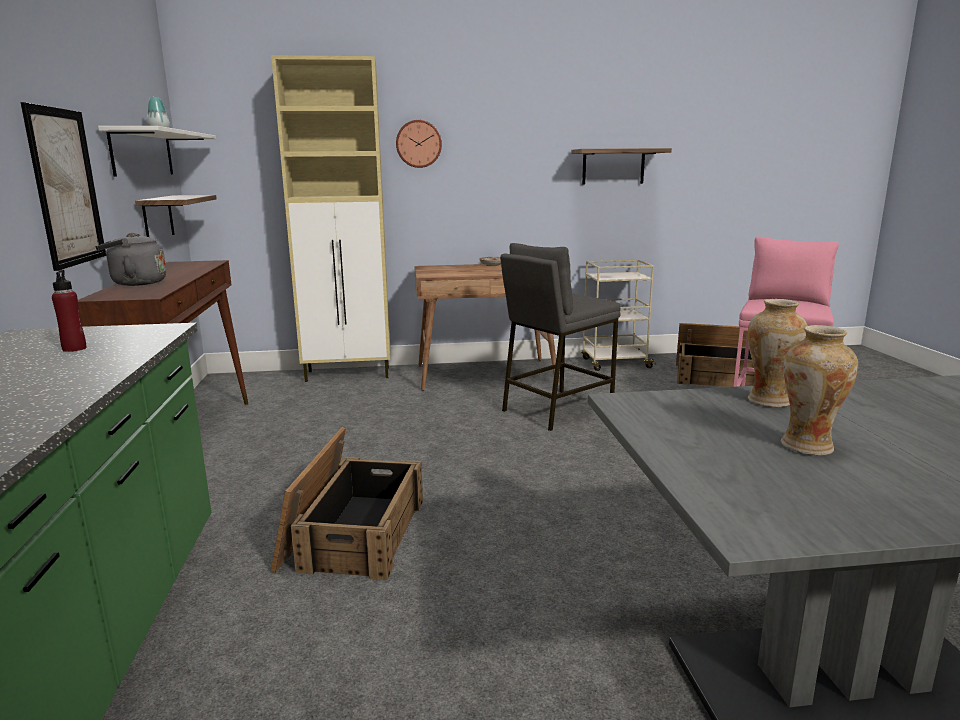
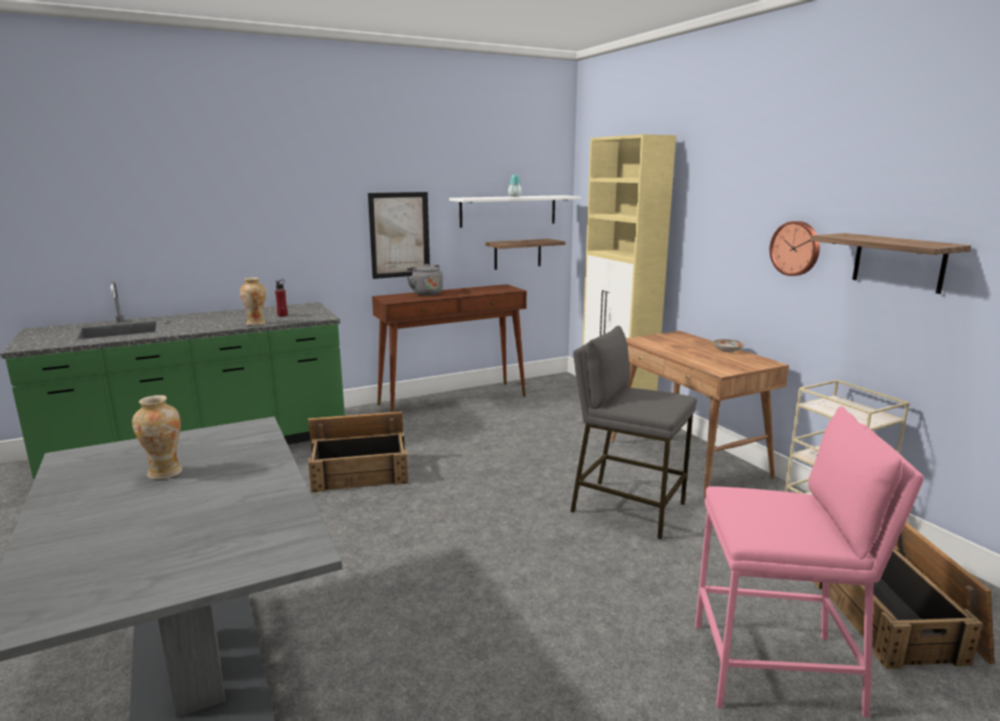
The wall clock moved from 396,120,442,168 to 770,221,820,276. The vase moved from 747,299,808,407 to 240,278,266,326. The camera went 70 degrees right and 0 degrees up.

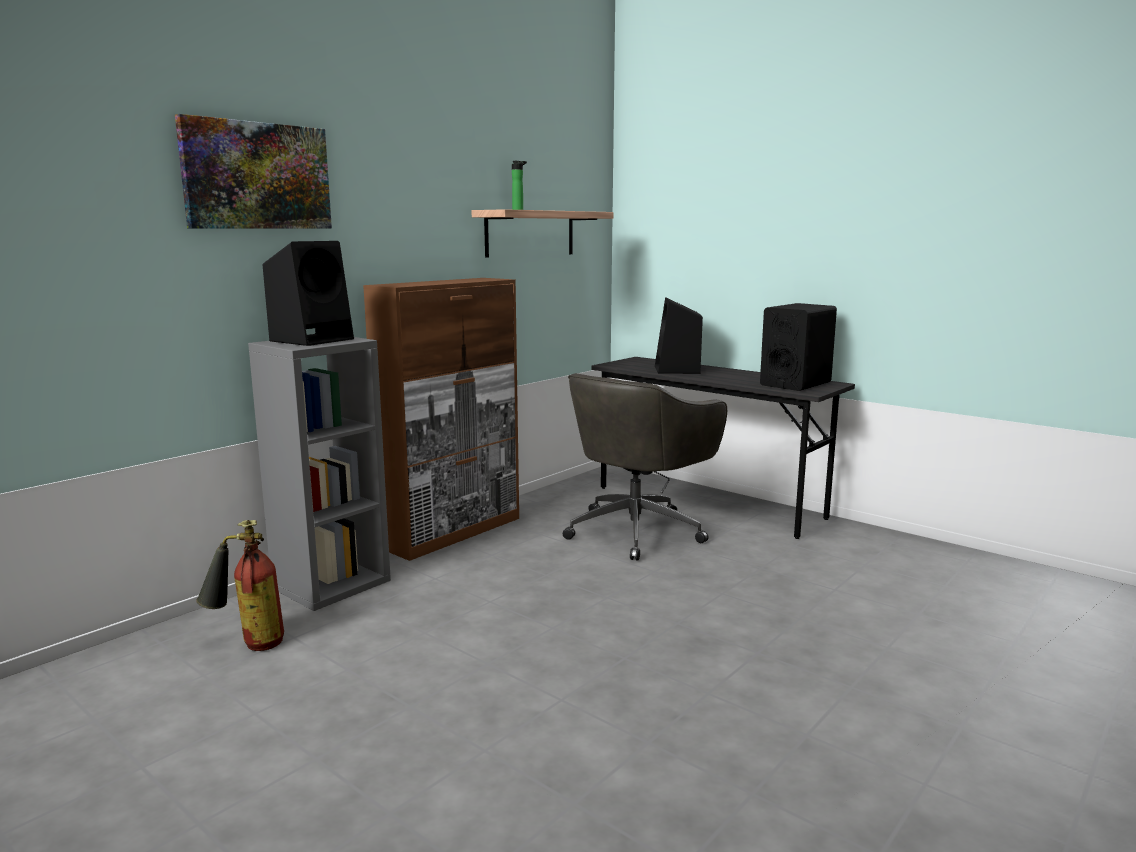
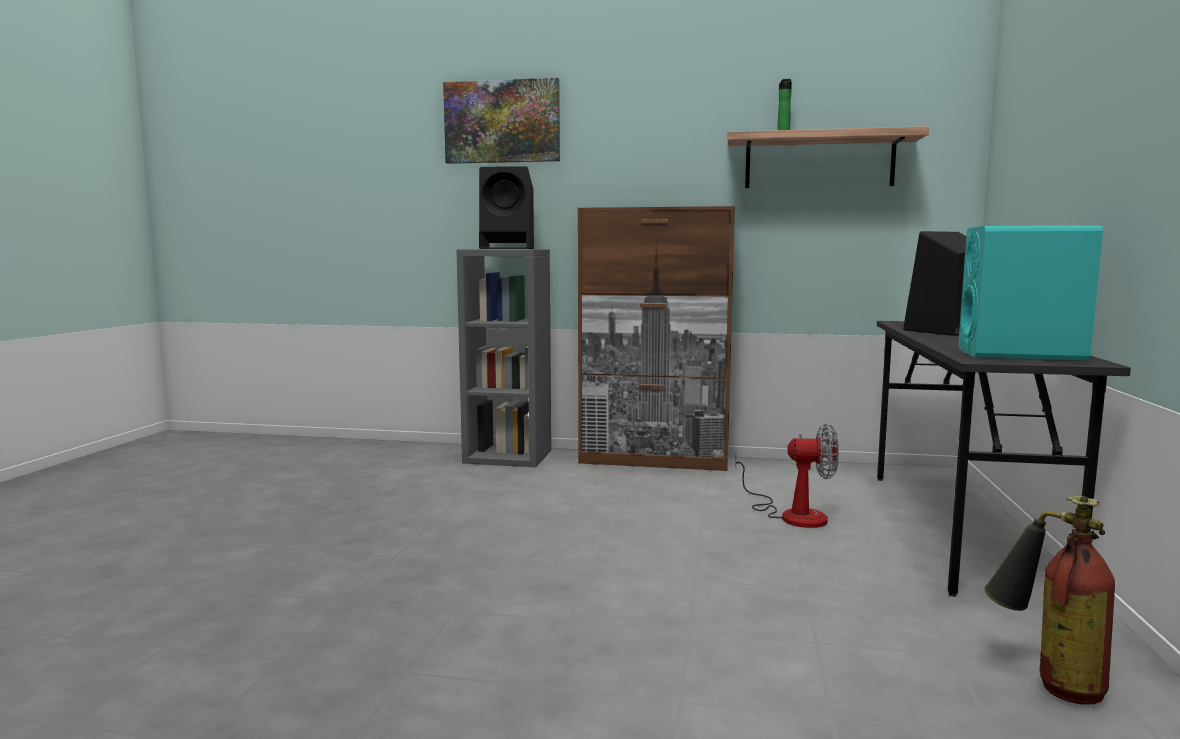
The speaker (black) at 760,303,837,391 became the speaker (turquoise) at 958,226,1103,360. The office chair (grey) at 563,373,727,561 was replaced by the fan at 735,423,839,528. The fire extinguisher moved from 196,520,284,651 to 985,496,1115,705. The camera went 60 degrees right and 5 degrees down.

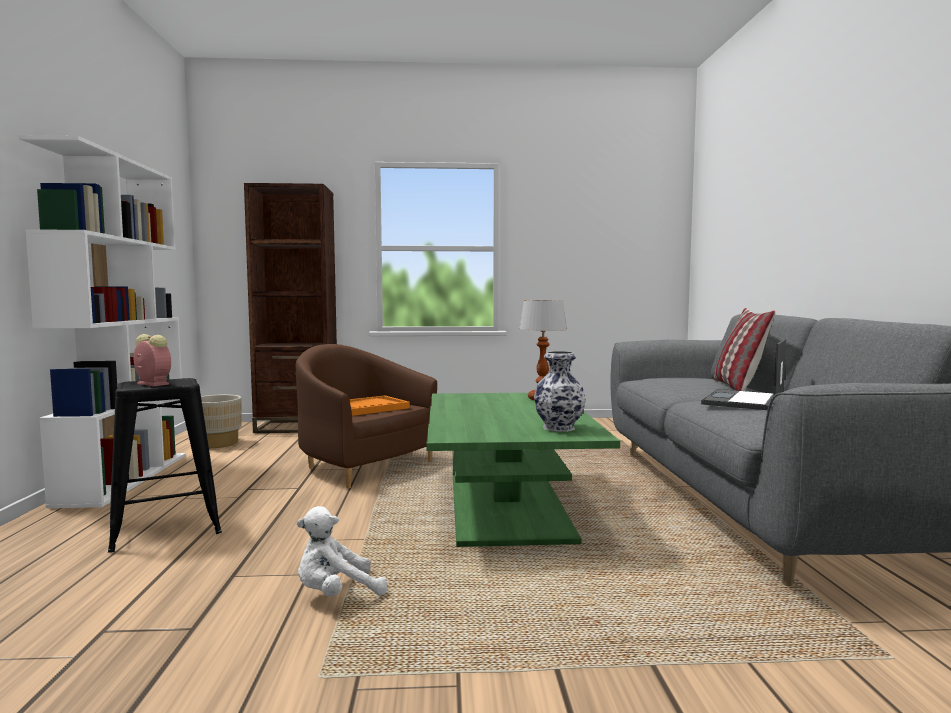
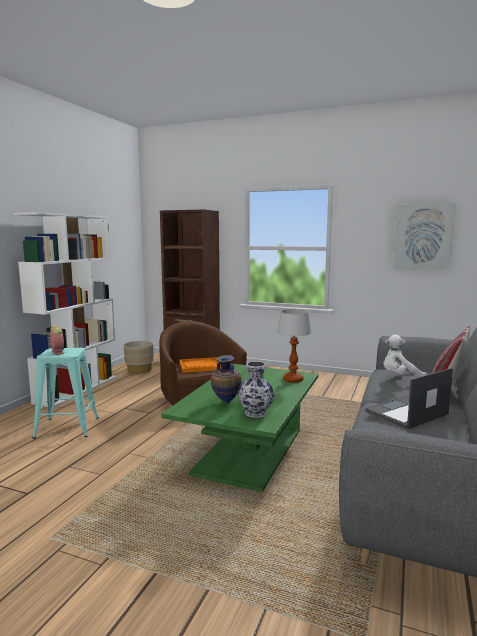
The stool (black) at 108,378,222,552 became the stool (turquoise) at 33,348,99,439. The plush toy (white) moved from 297,506,387,597 to 384,335,427,377. The picture at 393,203,456,270 appeared. The vase at 211,355,241,403 appeared. The camera went 25 degrees right and 5 degrees up.

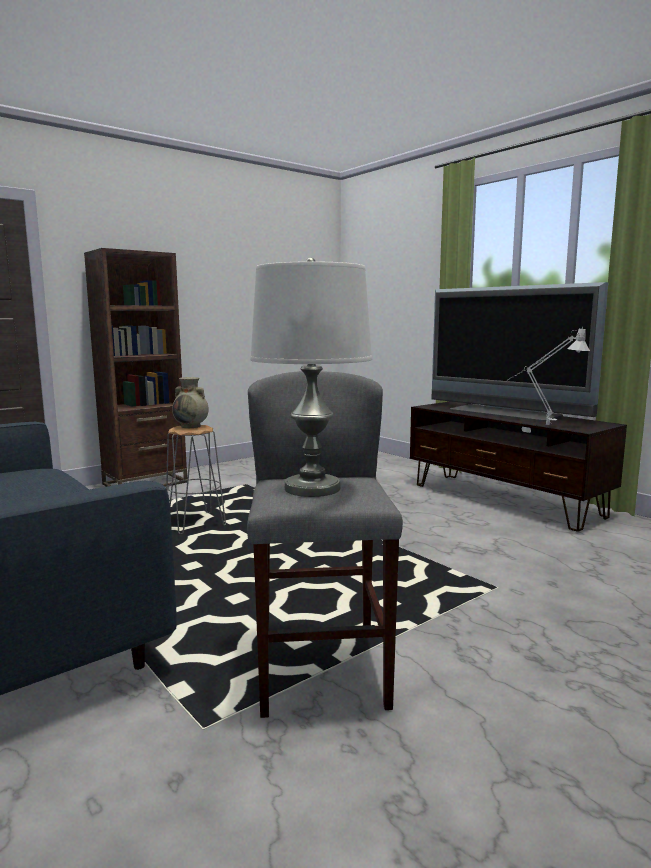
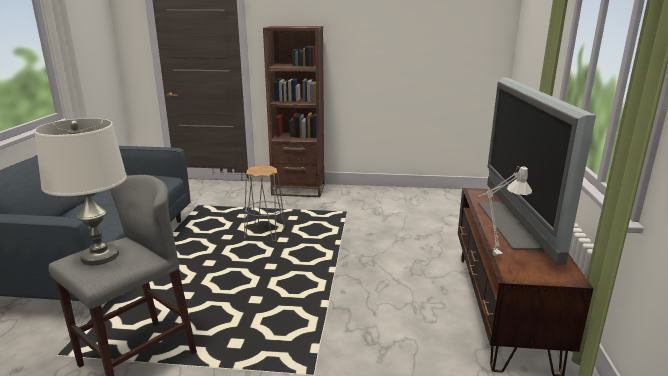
The vase (beige) at 172,377,208,428 disappeared. The camera went 45 degrees right and 10 degrees up.

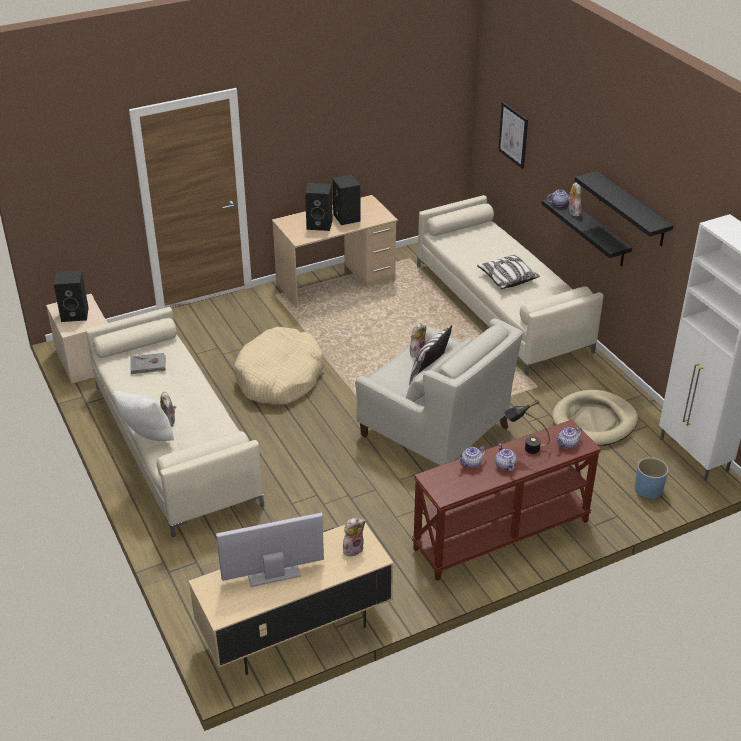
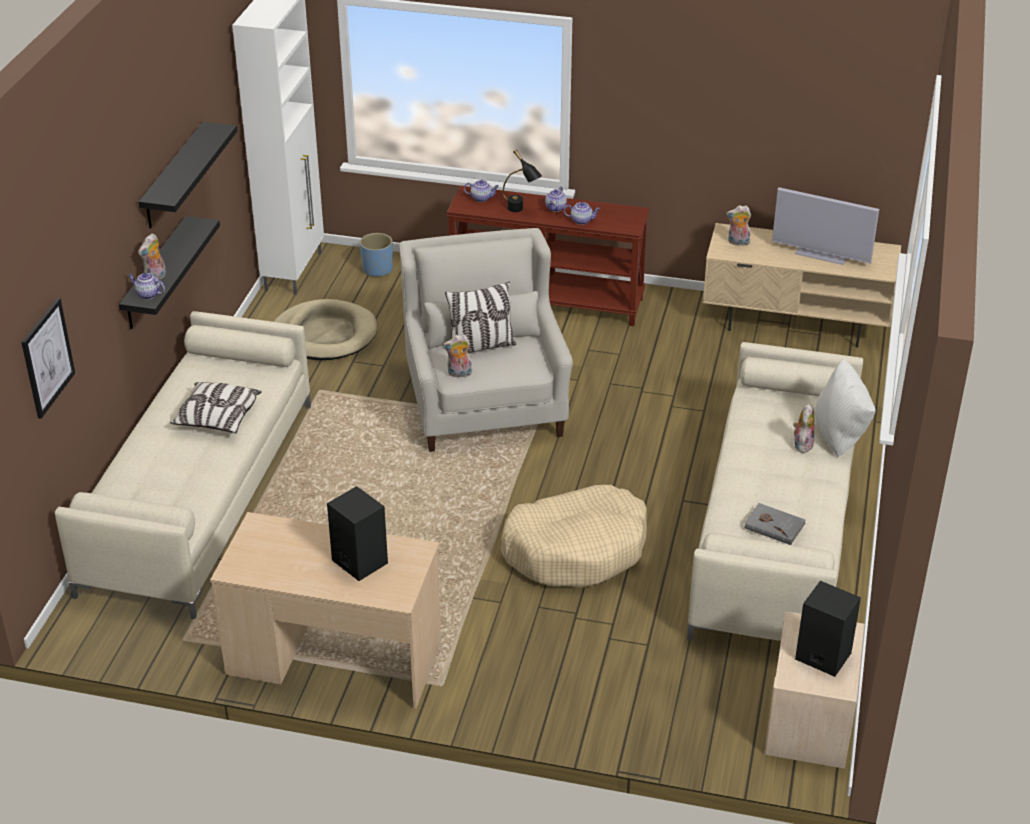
The speaker (black) at 332,175,361,225 disappeared. The camera went 140 degrees left and 0 degrees up.

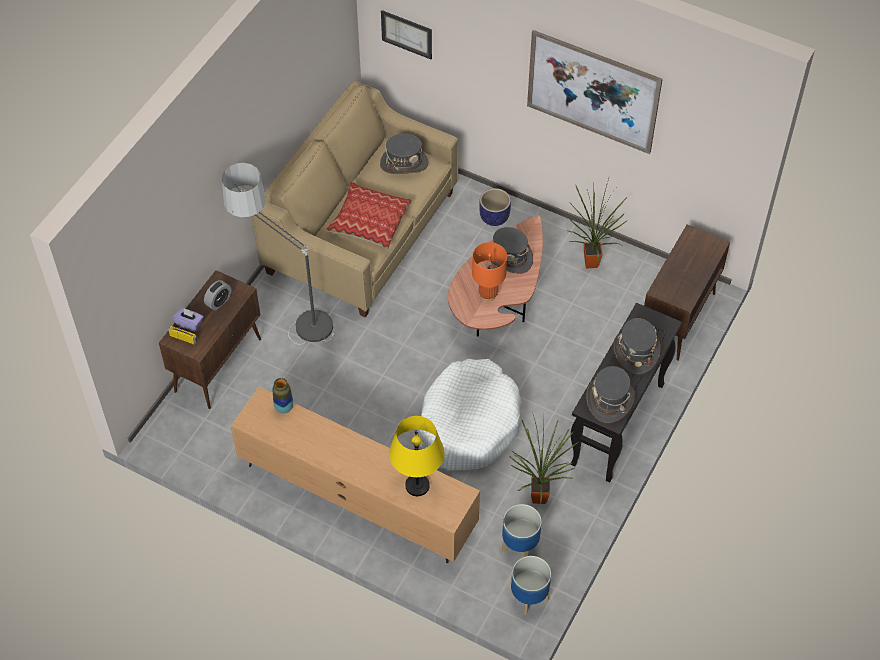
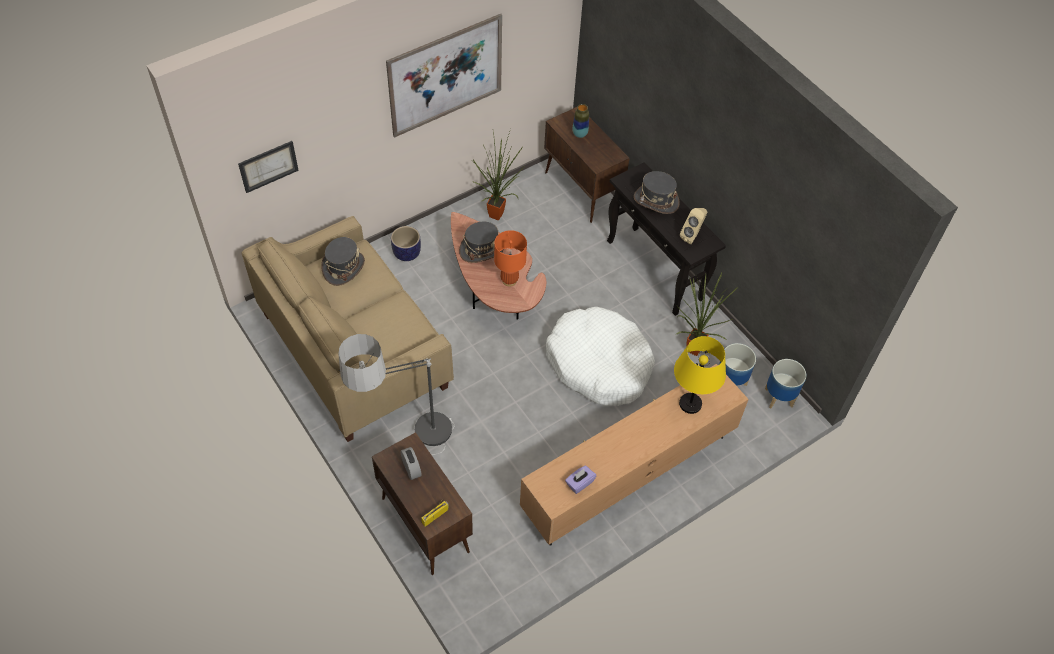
The pillow at 326,182,412,250 disappeared. The tissue box (purple) moved from 173,308,203,332 to 565,465,596,494. The hat (grey) at 586,366,635,423 was replaced by the speaker (beige) at 680,208,707,244. The vase moved from 273,378,293,413 to 572,104,589,138. The camera went 65 degrees left and 0 degrees up.

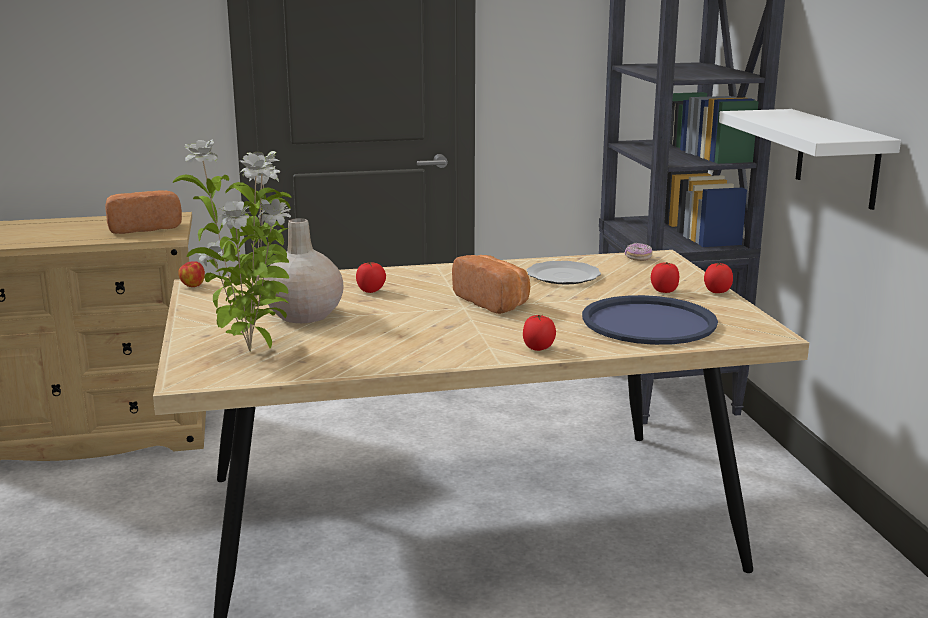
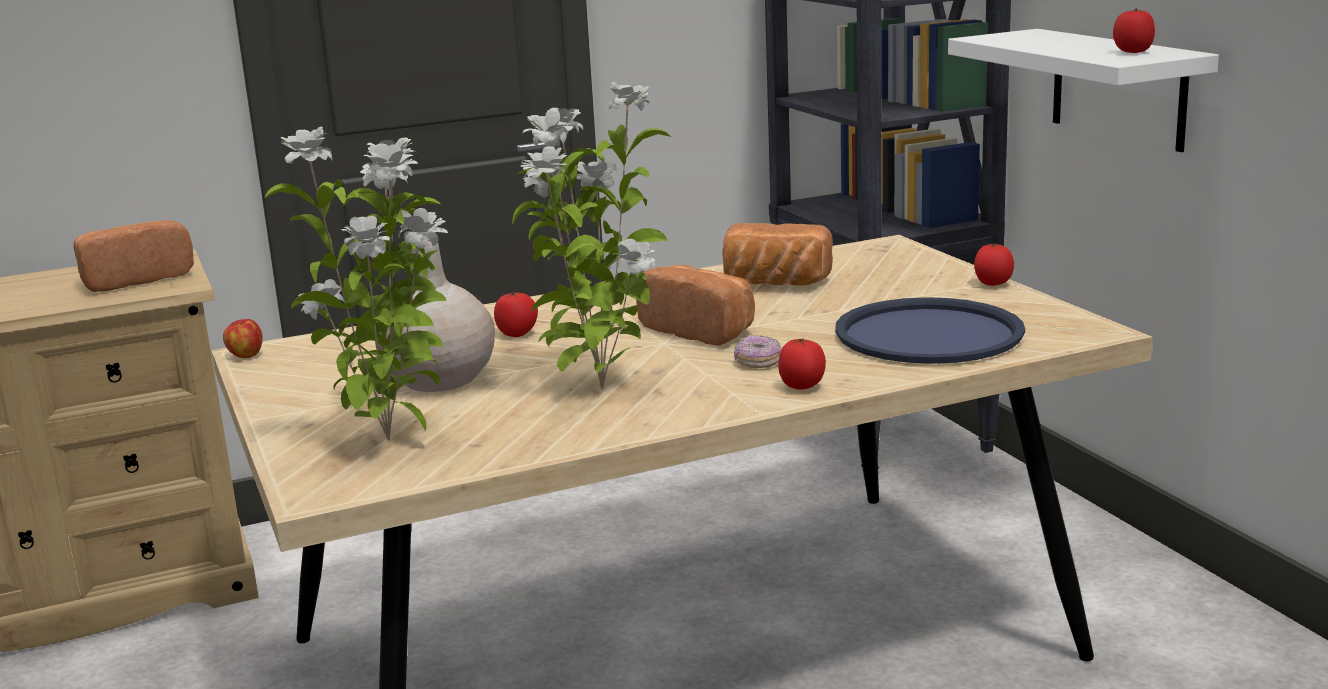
The donut moved from 625,243,653,261 to 734,335,781,368. The plate at 526,261,601,284 was replaced by the bread at 722,223,833,286. The tomato moved from 651,262,679,293 to 1113,9,1155,53. The potted plant at 512,82,671,389 appeared. The camera went 10 degrees left and 0 degrees up.

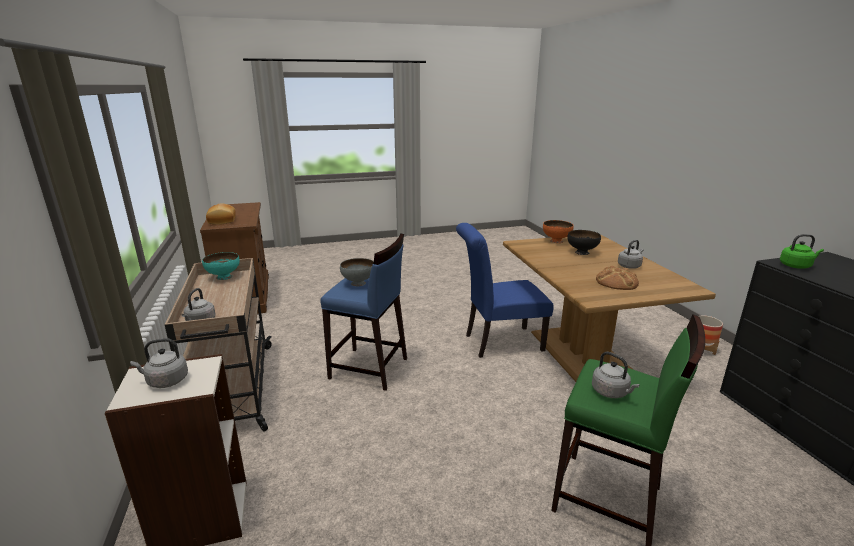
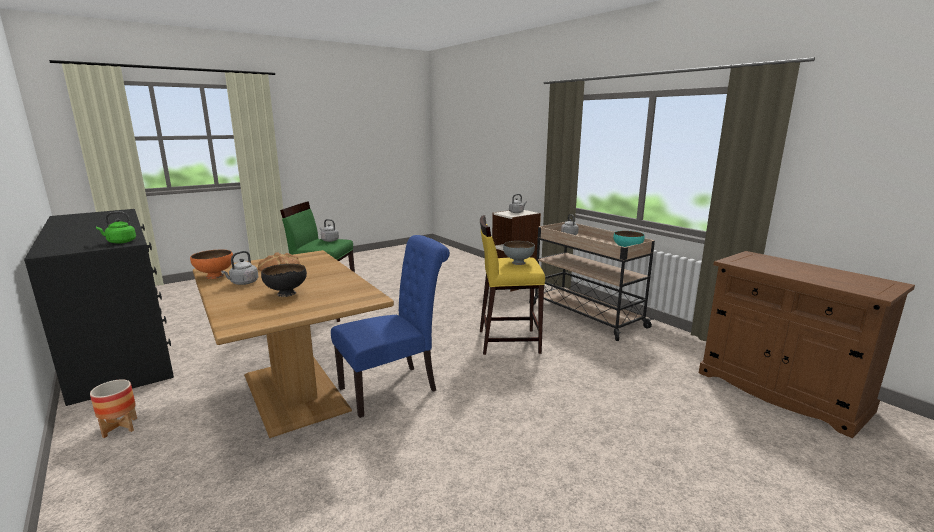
The bread at 206,203,236,225 disappeared. The bowl (orange) moved from 543,220,574,243 to 190,250,233,279. The stool (blue) at 320,233,407,391 became the stool (yellow) at 480,215,545,355. The camera went 160 degrees right and 5 degrees down.

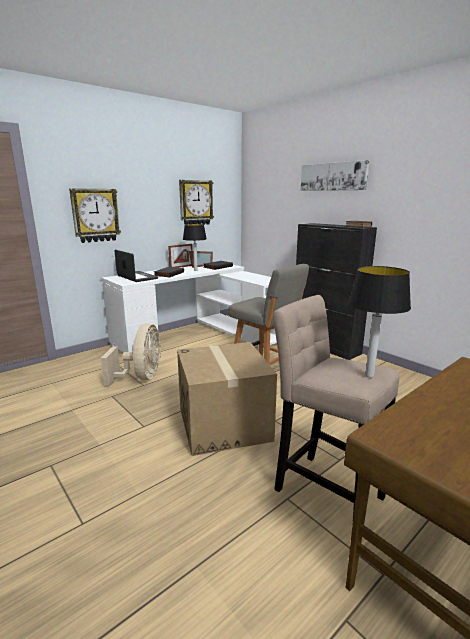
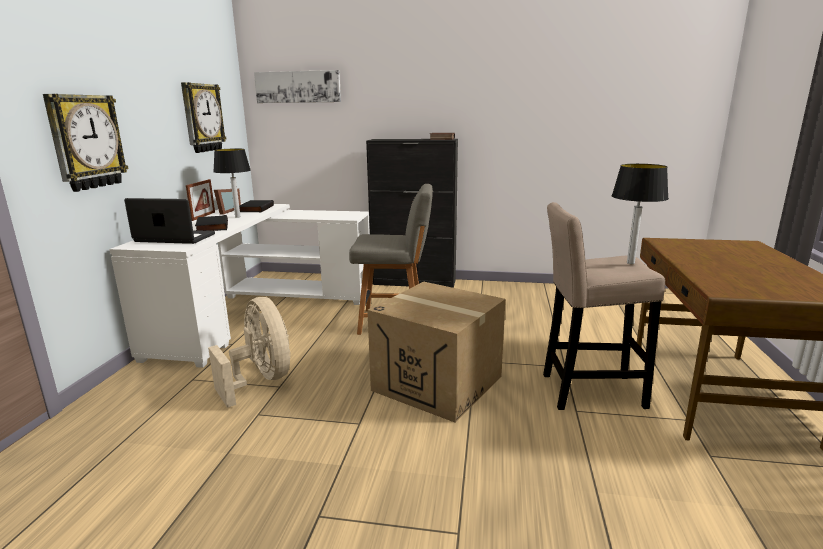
The picture moved from 301,160,370,191 to 254,70,341,103. The camera went 40 degrees left and 0 degrees up.

